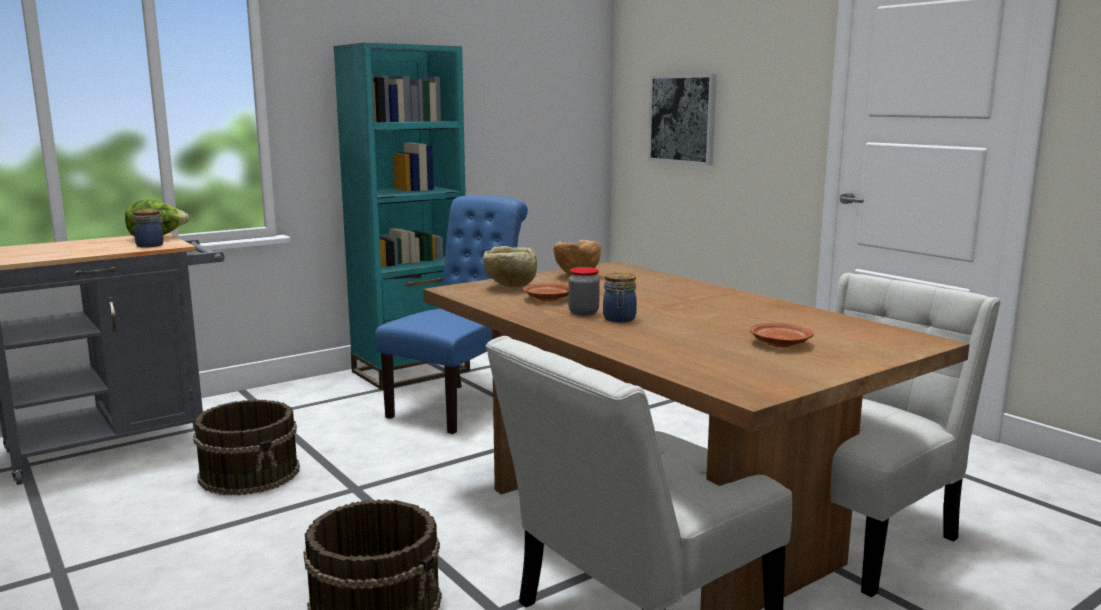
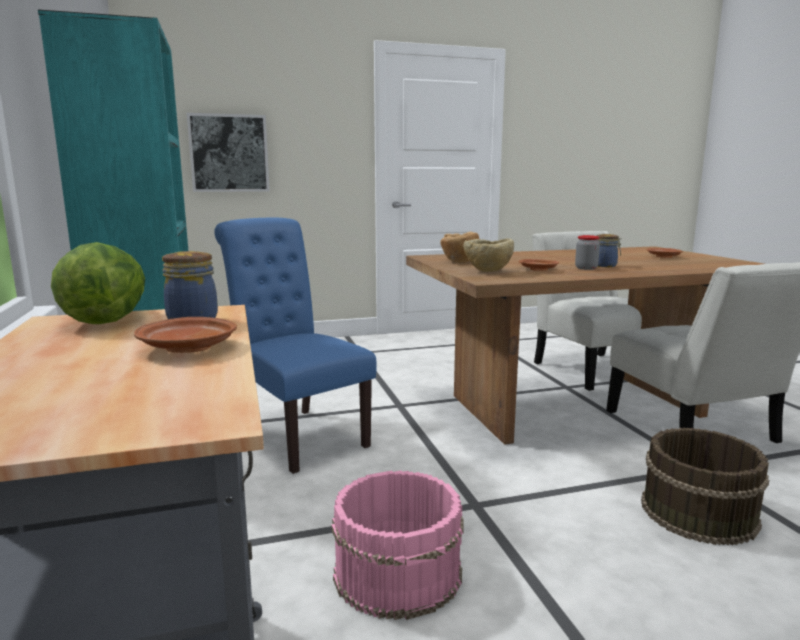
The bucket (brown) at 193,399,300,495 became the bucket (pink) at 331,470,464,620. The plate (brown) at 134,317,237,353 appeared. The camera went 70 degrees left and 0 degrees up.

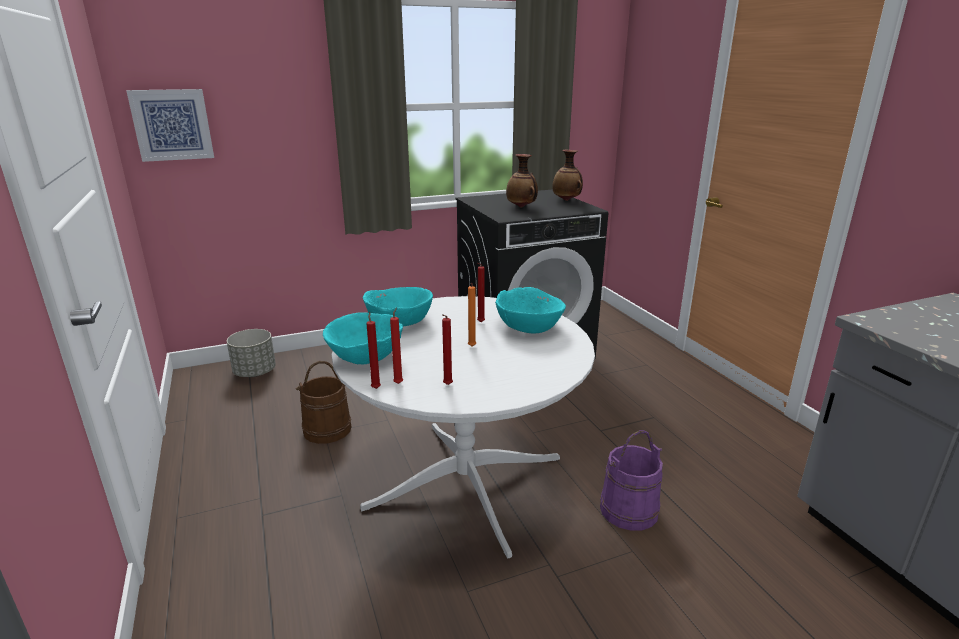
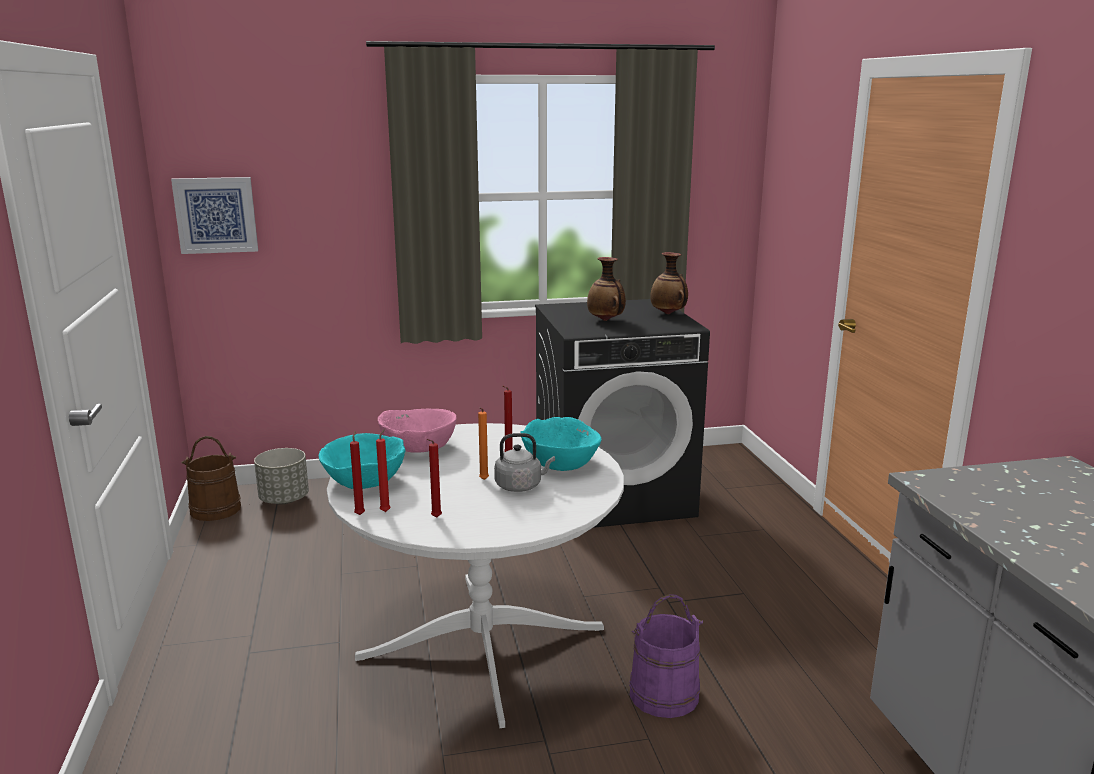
The bowl (turquoise) at 363,287,433,326 became the bowl (pink) at 378,409,457,453. The bucket (brown) moved from 295,361,352,444 to 181,436,241,521. The kettle (grey) at 494,433,555,492 appeared. The camera went 10 degrees right and 5 degrees down.

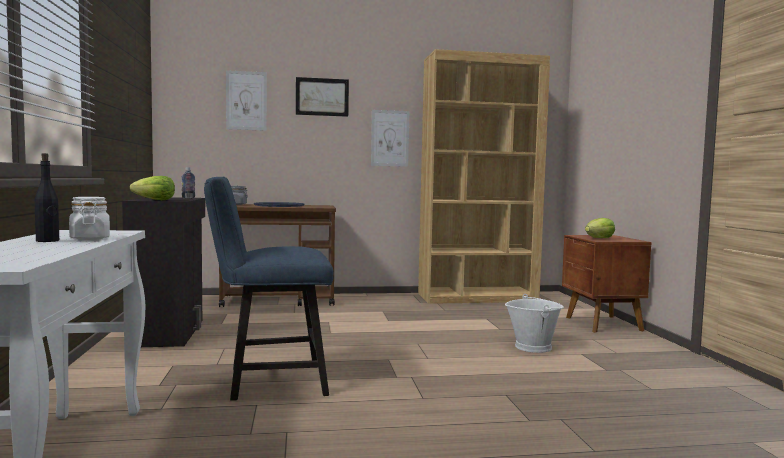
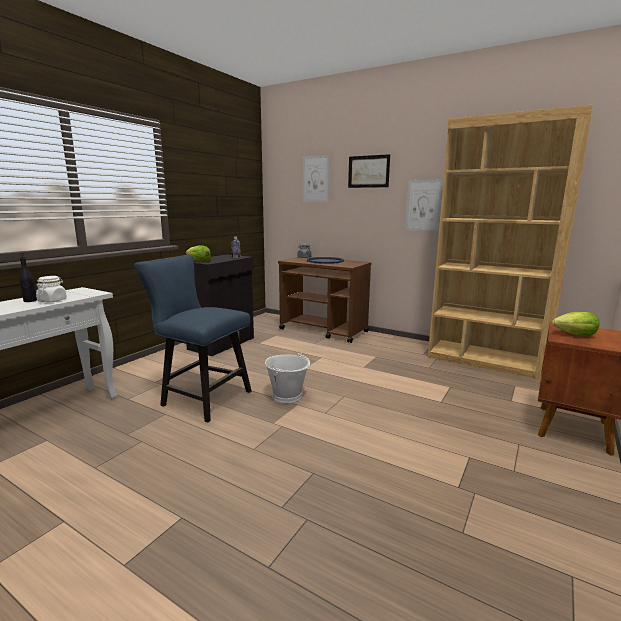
The bucket (white) moved from 505,294,564,353 to 265,351,310,404. The camera went 40 degrees right and 10 degrees up.

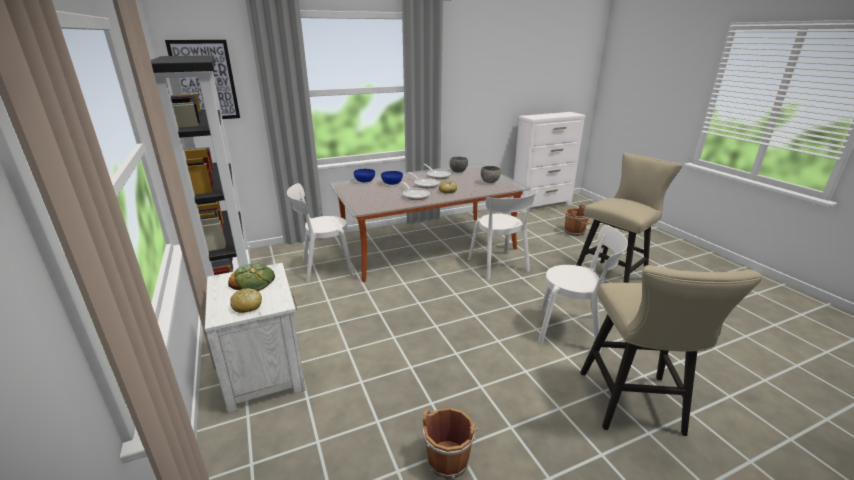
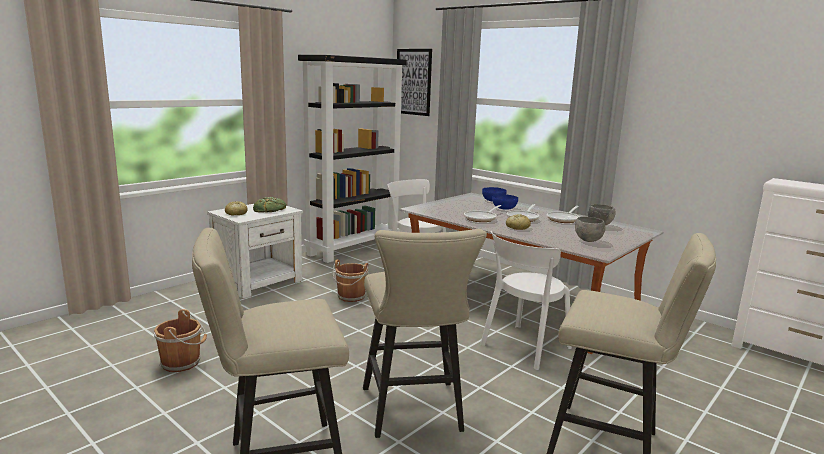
The bucket (brown) moved from 564,204,592,236 to 333,259,369,302. The chair (white) at 538,225,628,353 was replaced by the stool (beige) at 363,229,487,438. The camera went 65 degrees right and 10 degrees down.

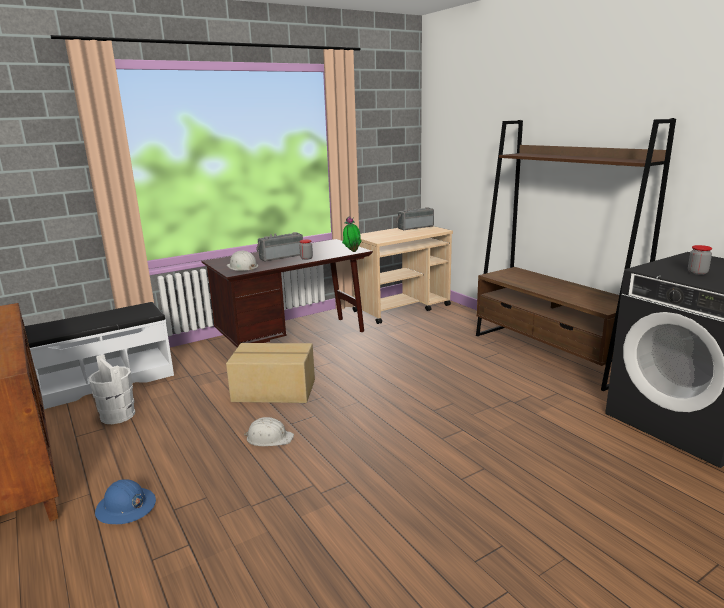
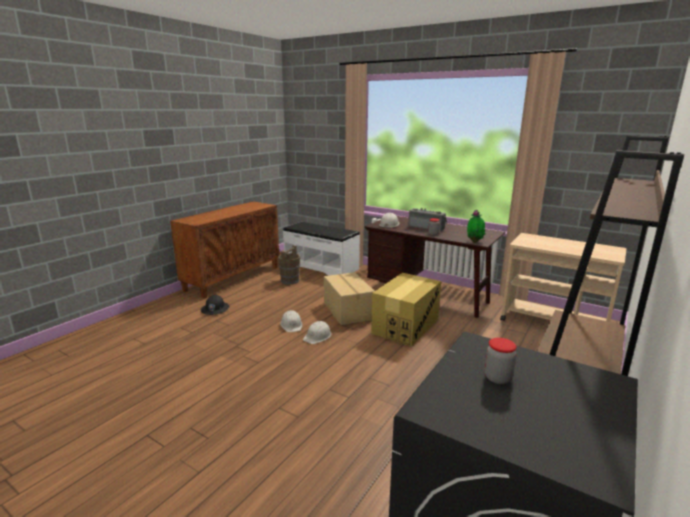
The radio at 396,207,434,230 disappeared. The bucket (white) at 89,354,135,424 became the bucket (brown) at 278,245,300,284. The hard hat (blue) at 95,479,156,524 became the hard hat (black) at 201,295,229,315. The cardboard box at 371,273,441,346 appeared. The hard hat (white) at 303,321,331,344 appeared. The camera went 65 degrees right and 0 degrees up.

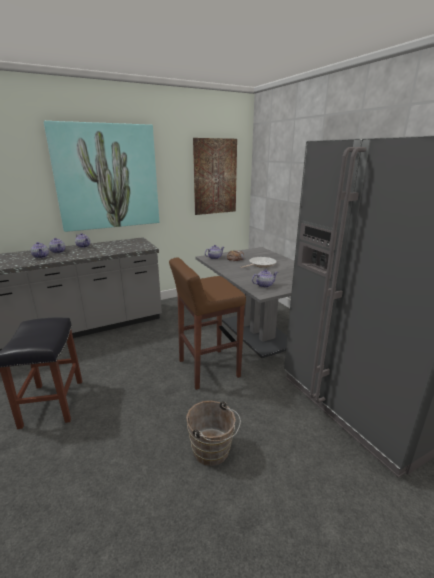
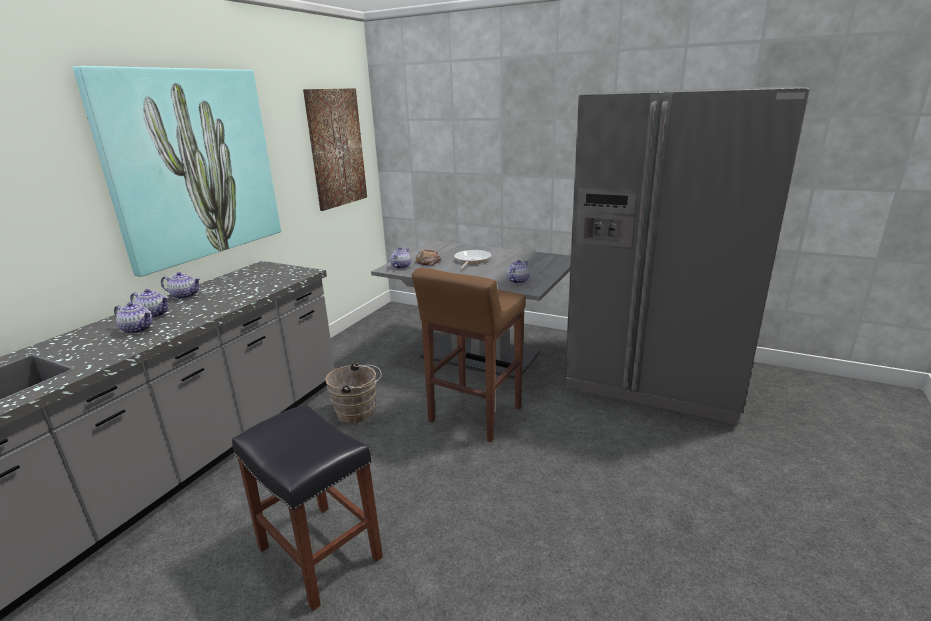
The bucket (brown) moved from 186,401,241,466 to 325,362,382,424. The camera went 35 degrees left and 0 degrees up.

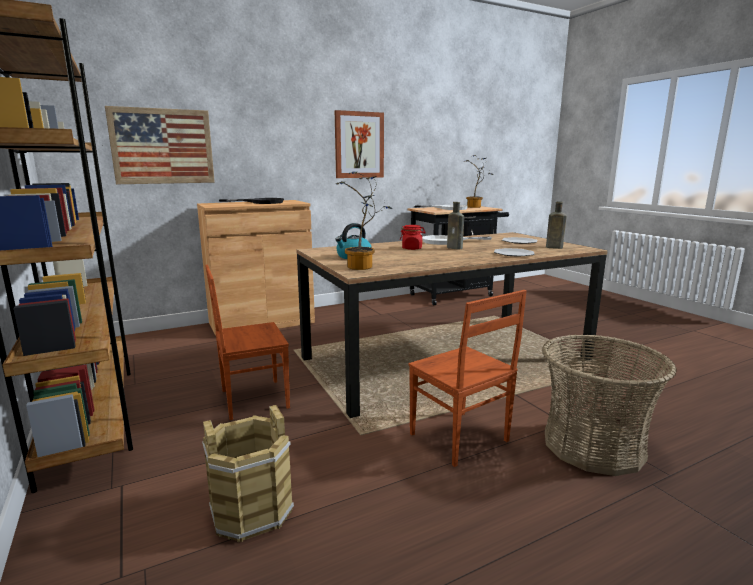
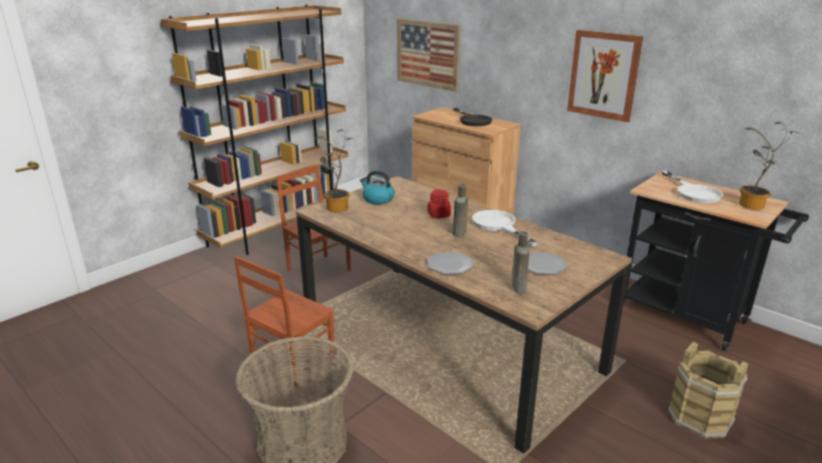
The bucket (brown) moved from 202,405,294,542 to 668,342,749,439. The camera went 70 degrees right and 10 degrees up.

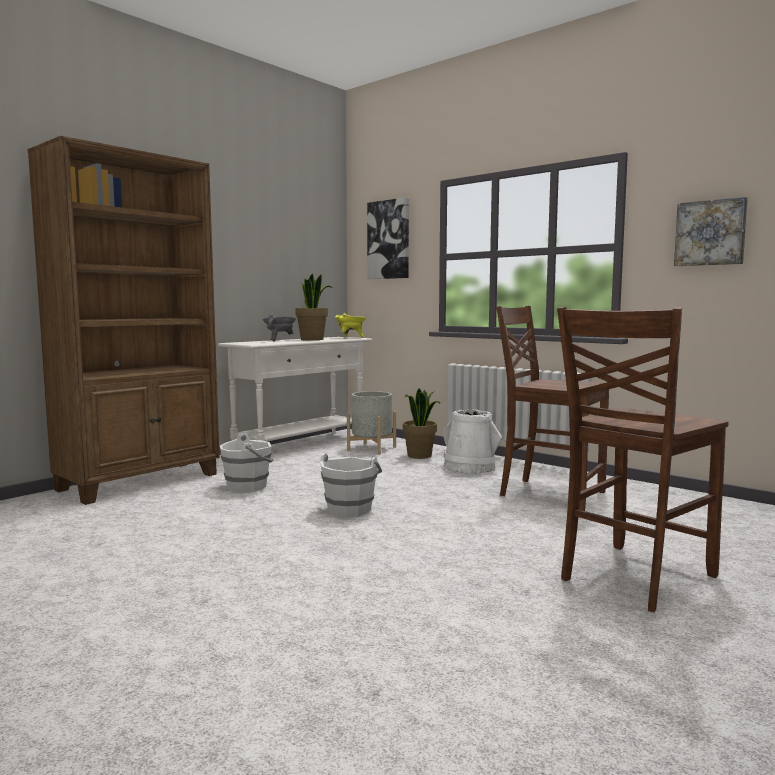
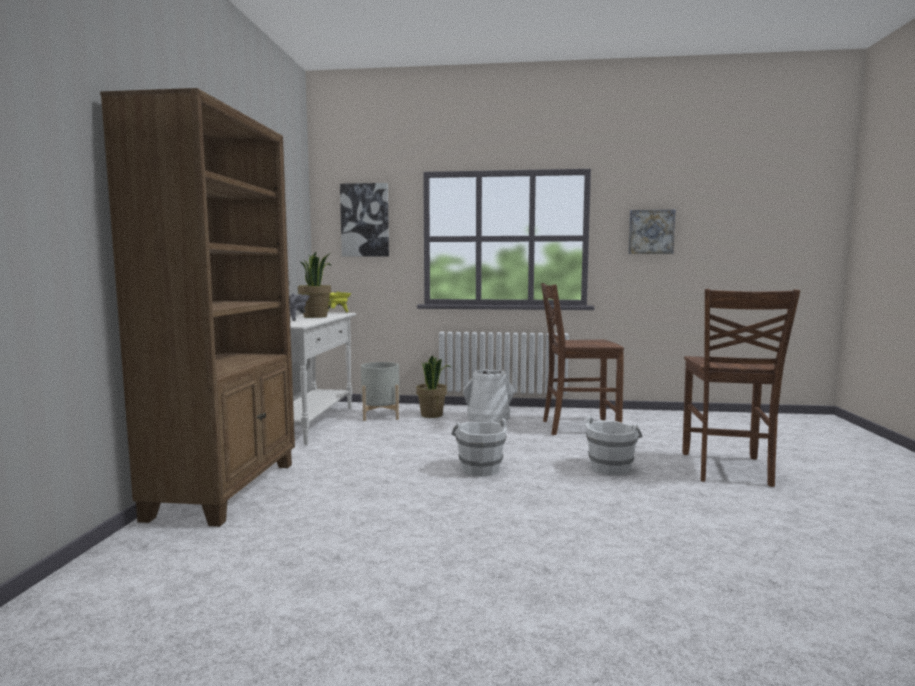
The bucket (white) moved from 220,433,273,492 to 586,416,643,476. The camera went 35 degrees left and 0 degrees up.

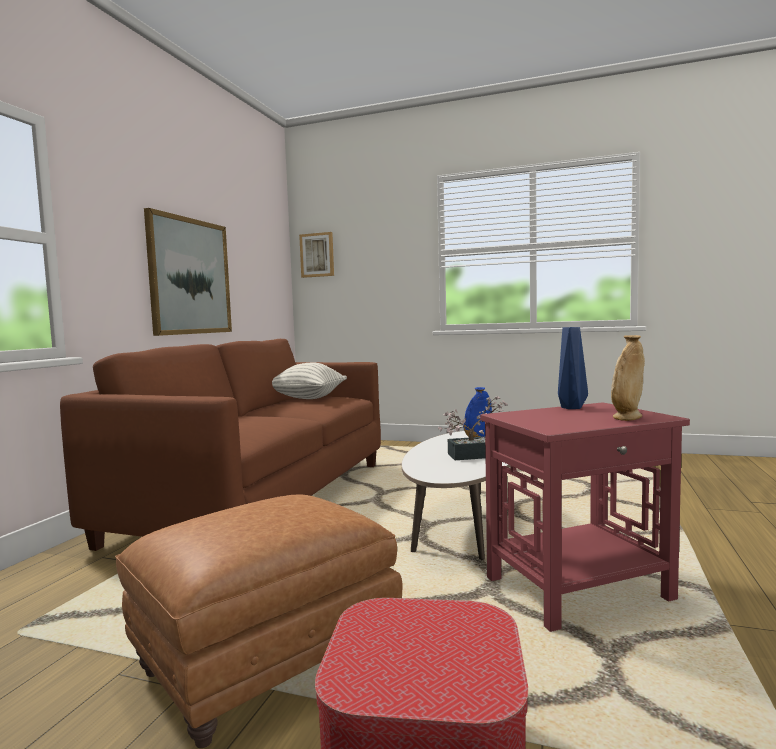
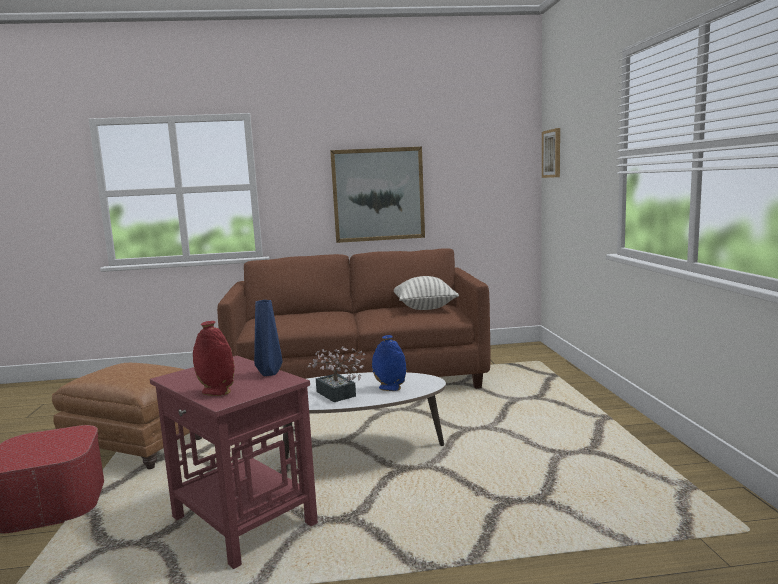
The vase (beige) at 611,335,645,421 became the vase (red) at 193,321,235,396. The camera went 65 degrees right and 5 degrees up.

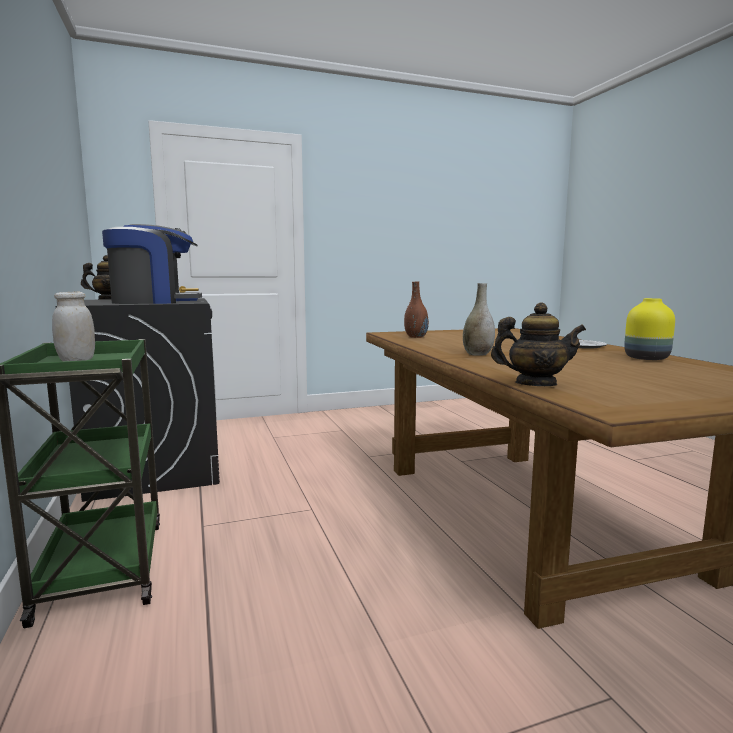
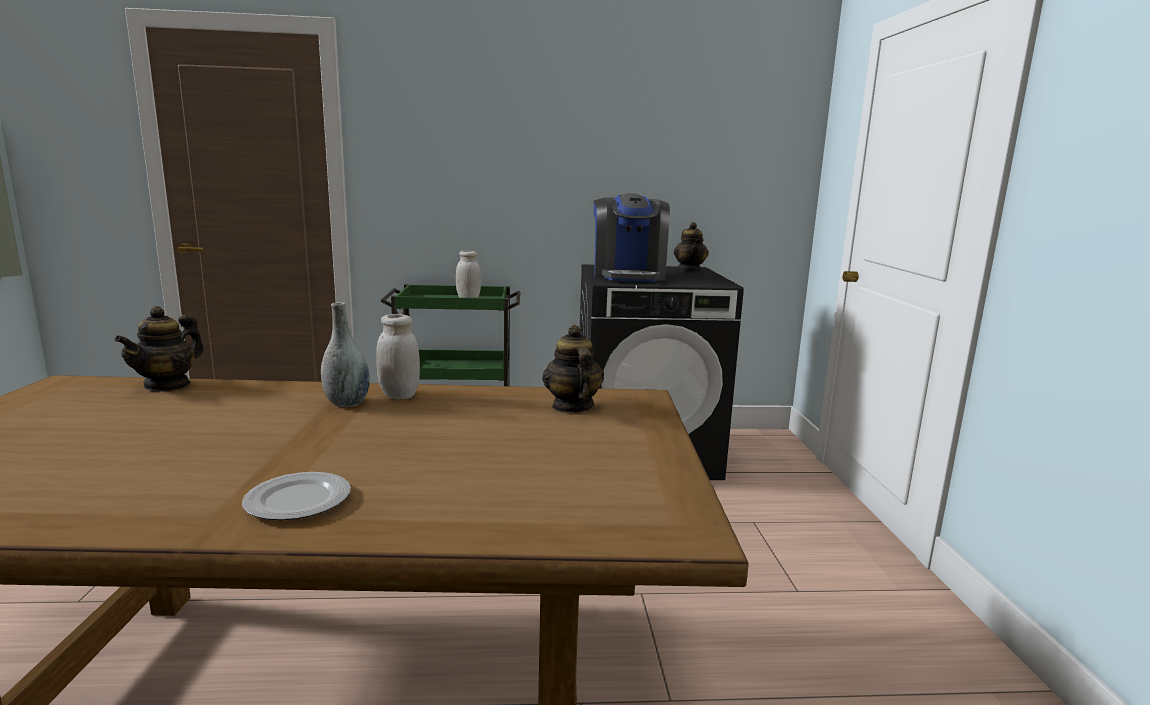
The vase (brown) at 404,282,429,338 was replaced by the teapot at 542,325,604,413. The vase (yellow) at 624,298,675,360 disappeared. The jar (white) at 376,314,420,399 appeared. The camera went 105 degrees right and 5 degrees up.

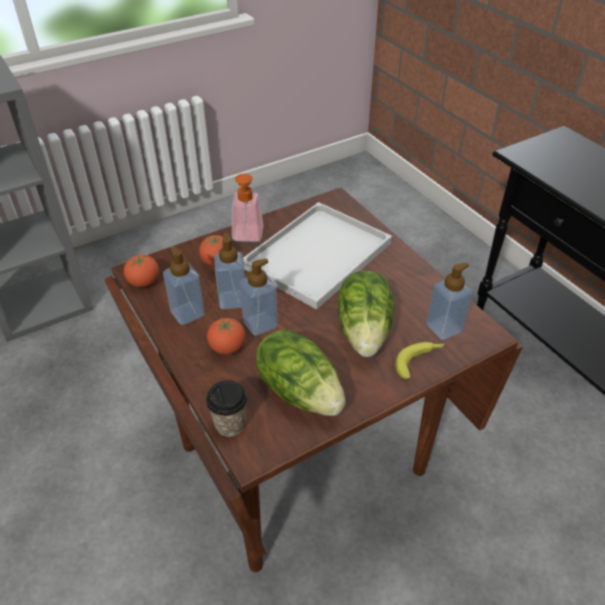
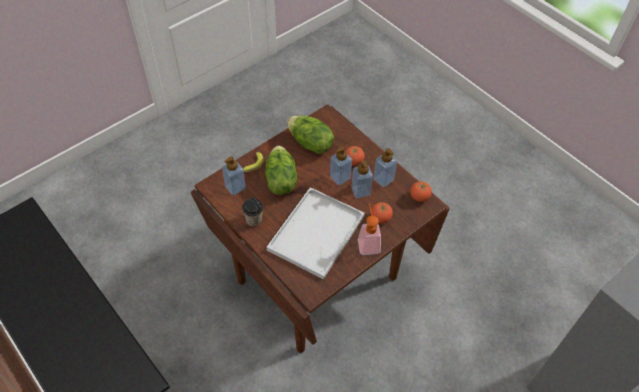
The cup moved from 206,380,247,437 to 242,198,263,226. The camera went 170 degrees right and 10 degrees up.

